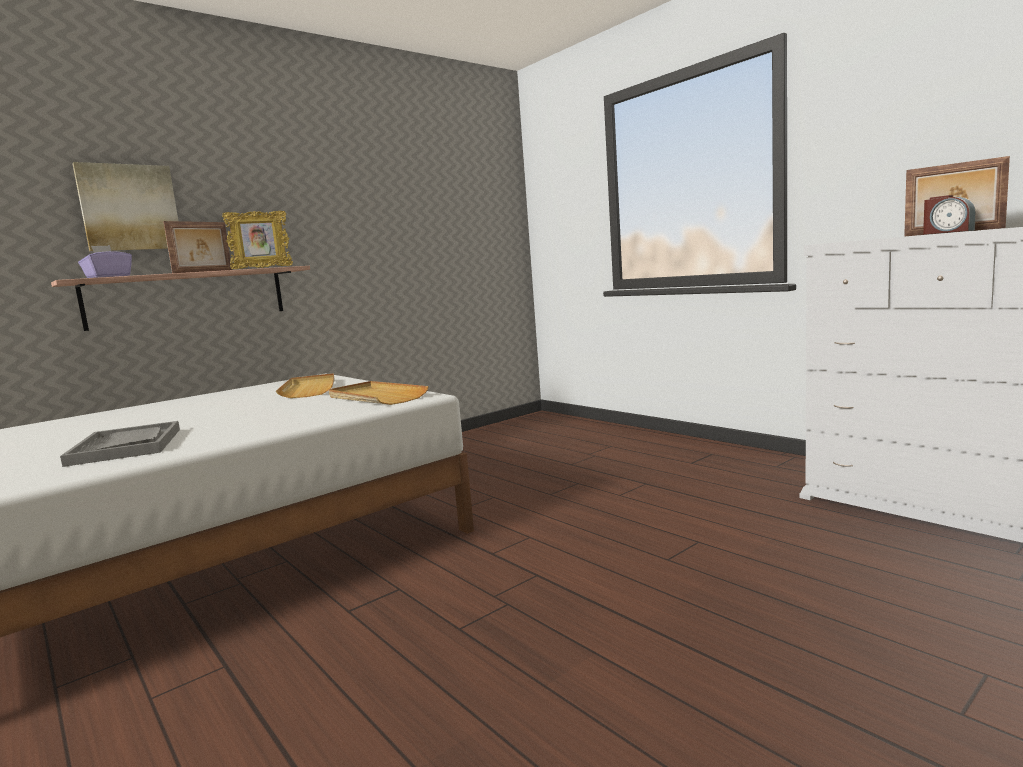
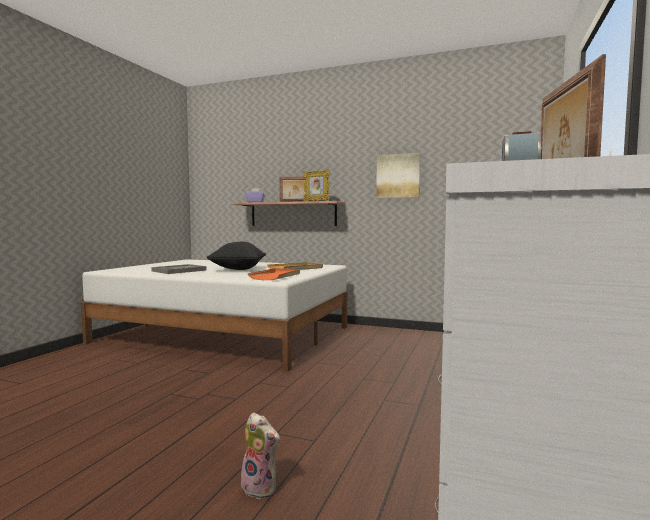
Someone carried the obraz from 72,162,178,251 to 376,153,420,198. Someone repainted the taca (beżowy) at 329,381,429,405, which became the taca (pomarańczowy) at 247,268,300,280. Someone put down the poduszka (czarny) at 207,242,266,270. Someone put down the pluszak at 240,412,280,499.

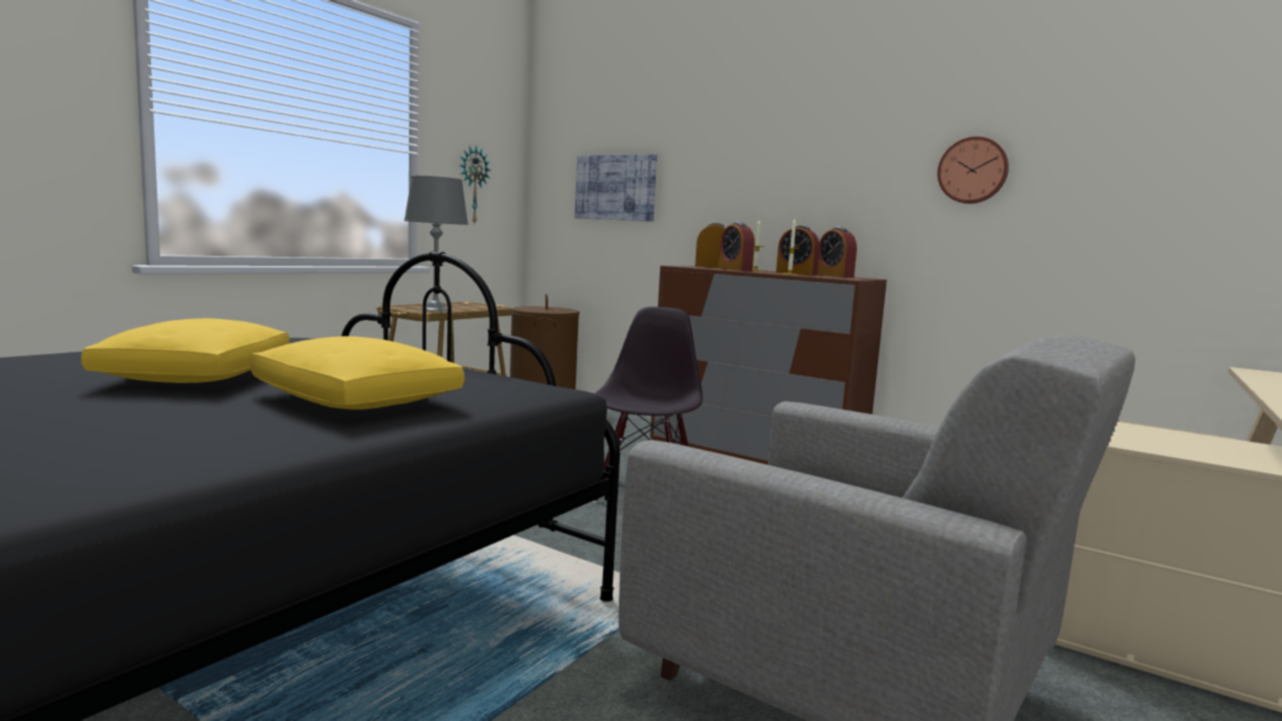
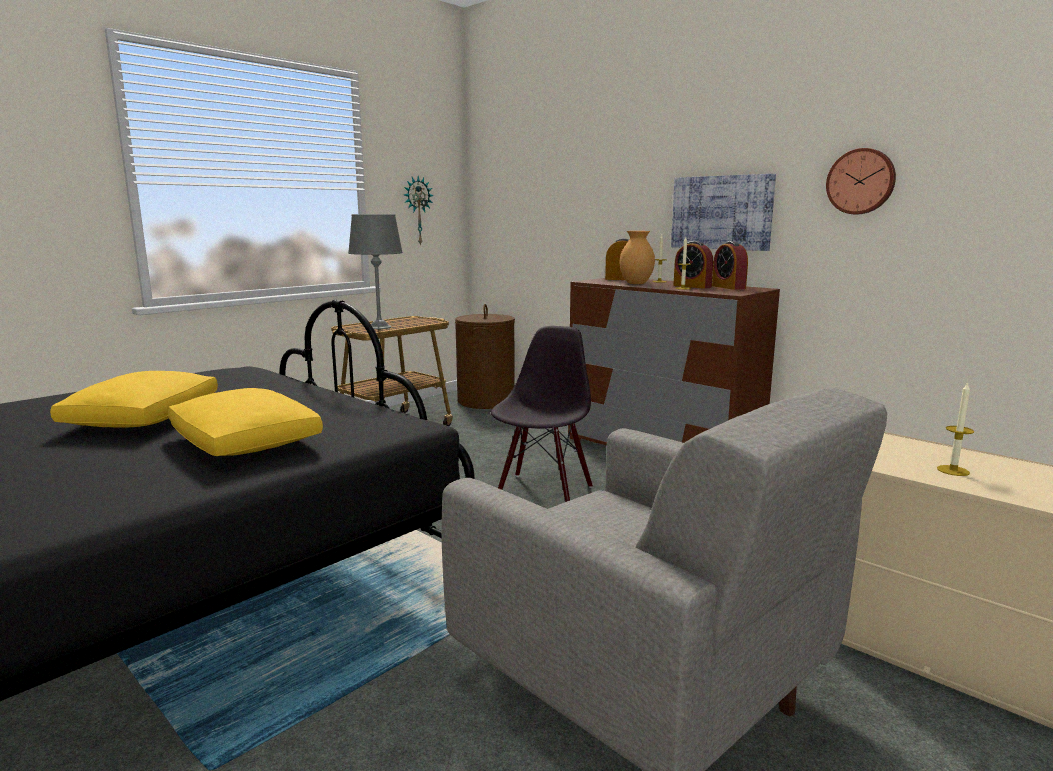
Someone carried the obraz from 575,154,657,222 to 671,174,776,251. Someone swapped the budzik at 718,222,755,271 for the wazon (brązowy) at 620,231,655,284. Someone put down the świeca at 937,382,974,476.

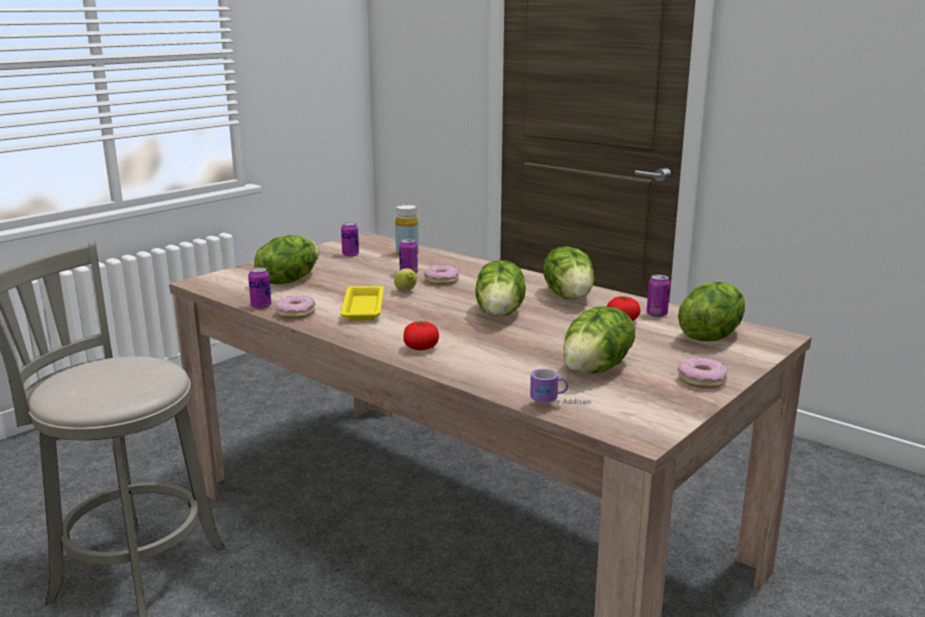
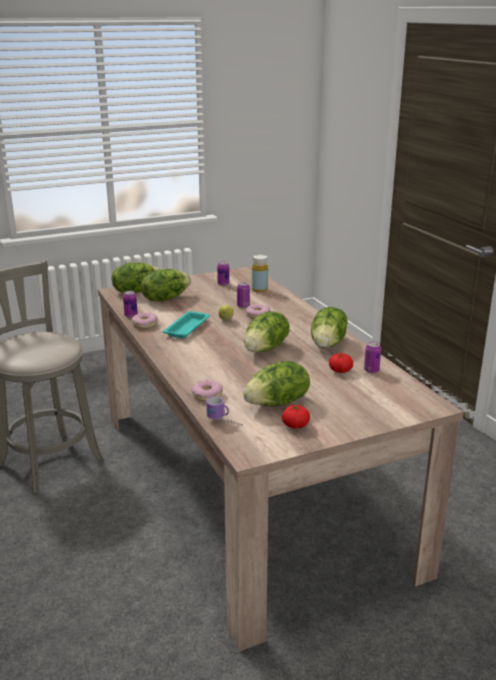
Someone carried the sałata from 678,282,745,341 to 112,262,160,293. Someone repainted the taca (żółty) at 340,286,384,321, which became the taca (turkusowy) at 163,311,210,338. Someone carried the pomidor from 403,321,439,350 to 282,405,310,429. Someone carried the donut from 678,357,728,388 to 192,379,223,402.

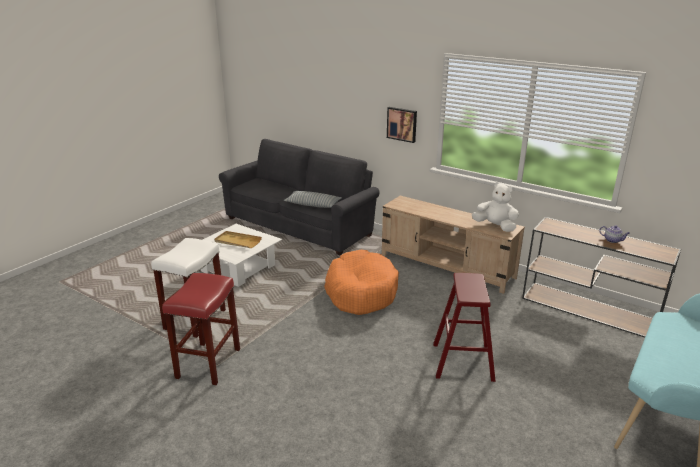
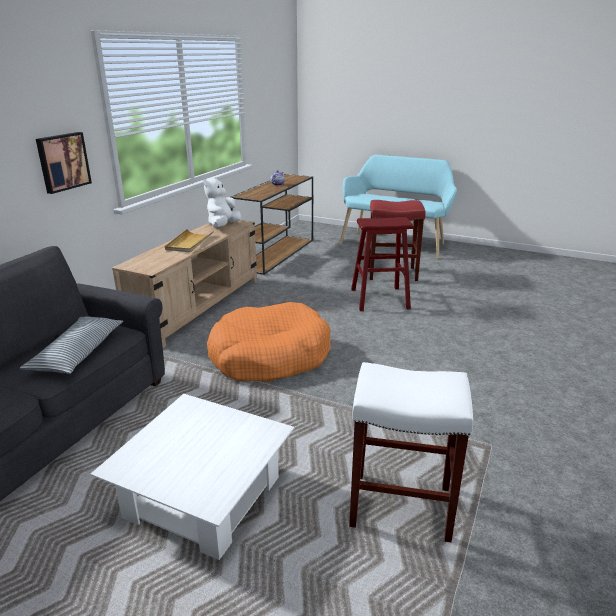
Someone carried the taca (beżowy) from 214,231,262,248 to 165,229,214,252. Someone carried the stołek (czerwony) from 162,273,240,385 to 368,200,426,281.

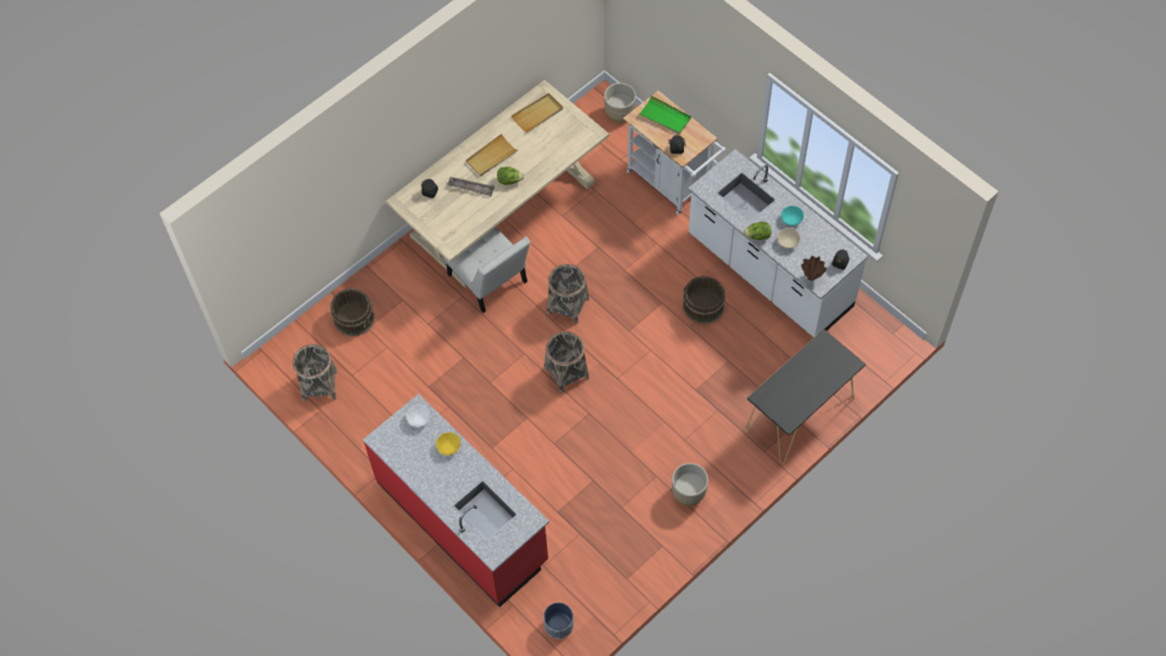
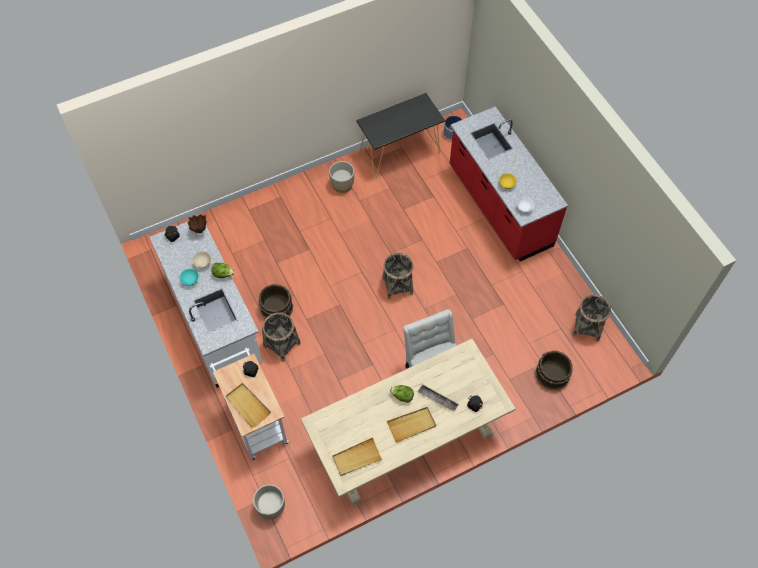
Someone repainted the taca (zielony) at 638,96,691,134, which became the taca (beżowy) at 226,383,271,428. Someone carried the koszyk from 547,264,589,324 to 262,312,301,362. Someone carried the stolik konsolowy (czarny) from 745,329,866,464 to 356,93,445,179.

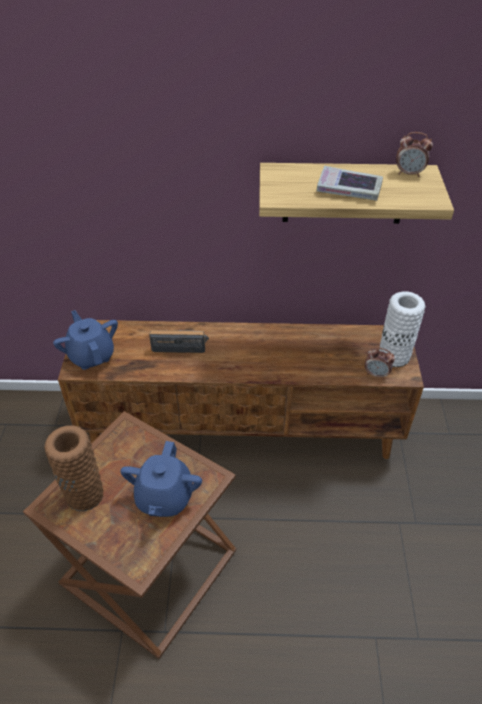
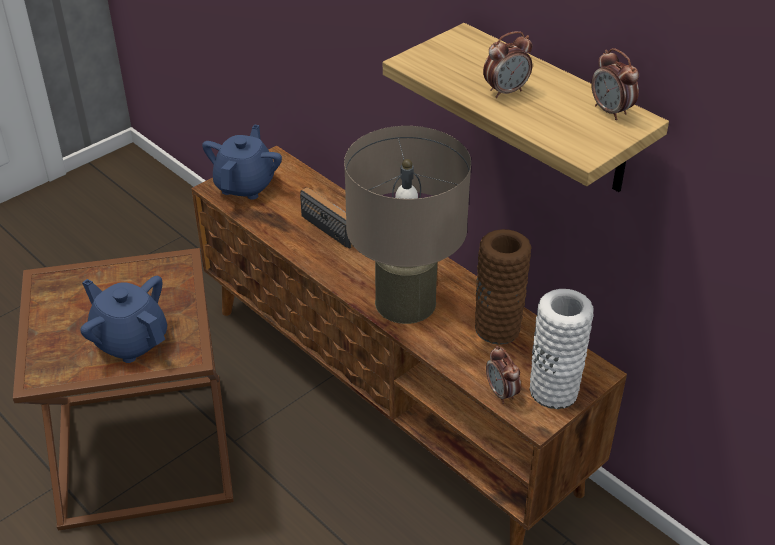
Someone swapped the książka at 317,166,383,201 for the budzik at 483,31,532,98. Someone carried the wazon (brązowy) from 44,425,104,511 to 475,229,532,345. Someone rotated the imbryk (niebieski) at 120,441,202,517 by 75 degrees clockwise. Someone put down the lampa stołowa (beżowy) at 344,126,471,324.

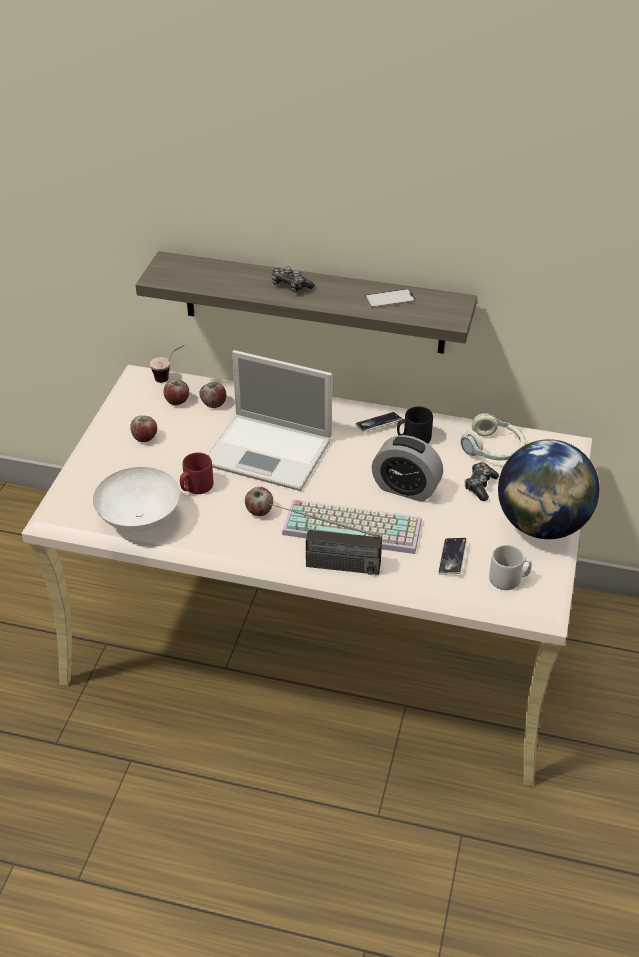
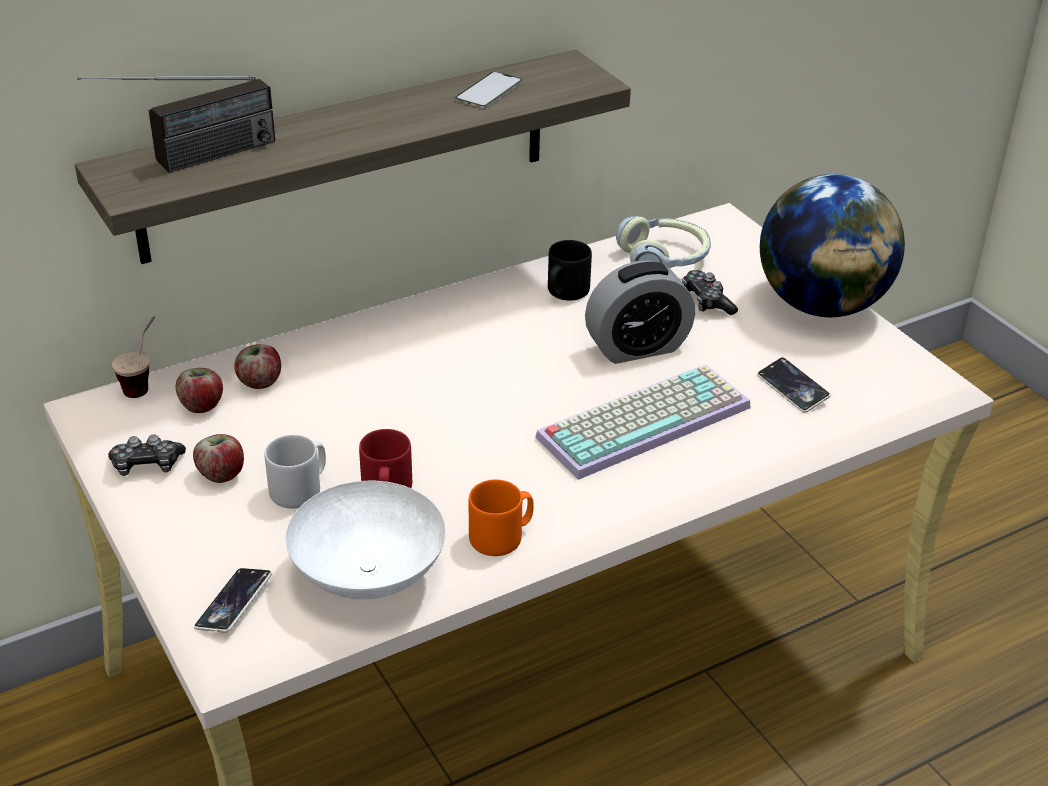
Someone carried the pad do gier from 272,266,315,293 to 108,434,186,476. Someone took away the laptop at 208,350,332,491. Someone carried the telefon from 355,412,403,432 to 194,568,272,633. Someone took away the jabłko at 245,487,273,516. Someone carried the radio from 267,503,382,575 to 77,75,275,173. Someone carried the kubek (szary) from 489,545,532,590 to 265,435,326,509. Someone put down the kubek (pomarańczowy) at 469,479,534,556.

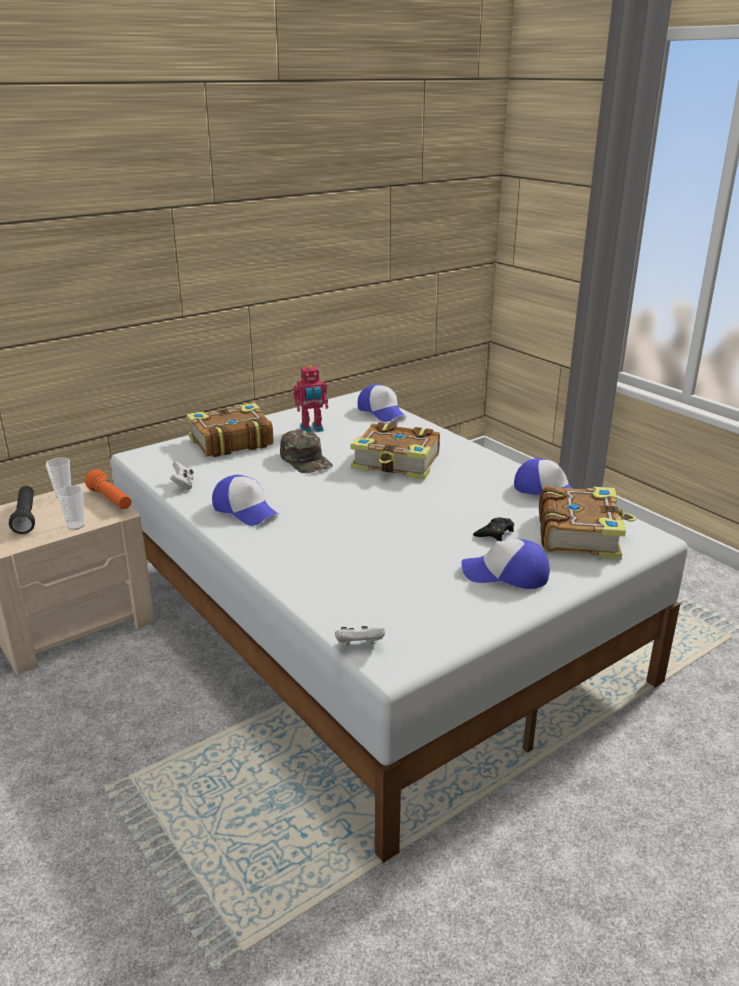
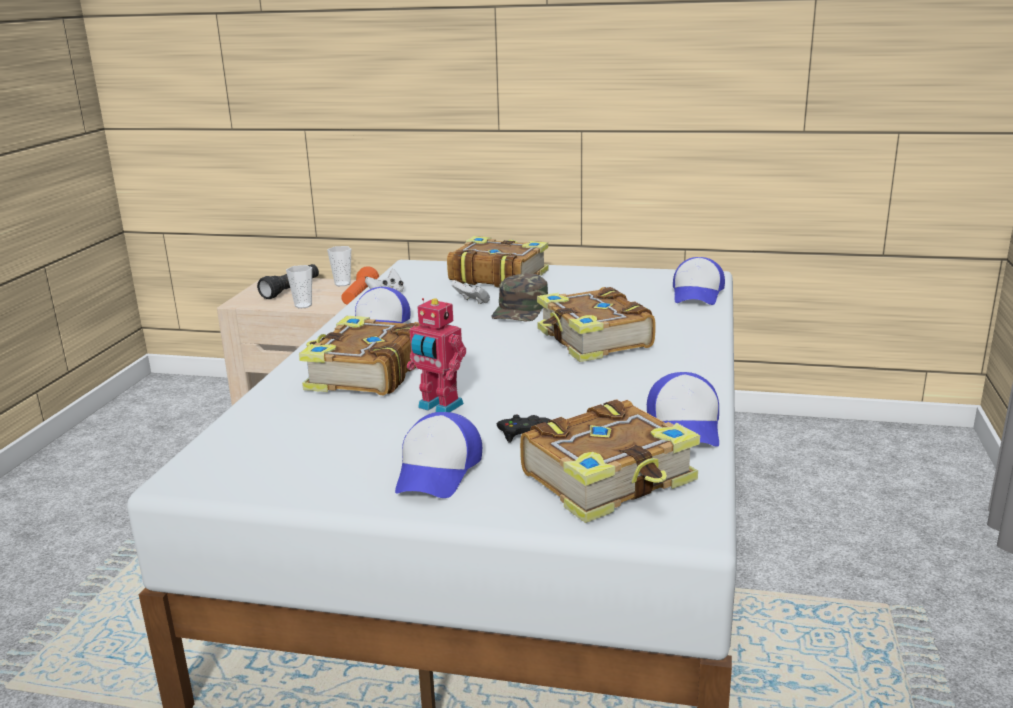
Someone carried the robot zabawkowy from 293,365,328,432 to 407,298,466,412. Someone rotated the czapka z daszkiem at 461,538,550,589 by 135 degrees counterclockwise. Someone carried the pad do gier (biały) from 335,626,385,646 to 451,280,490,304. Someone put down the książka at 299,316,420,395.

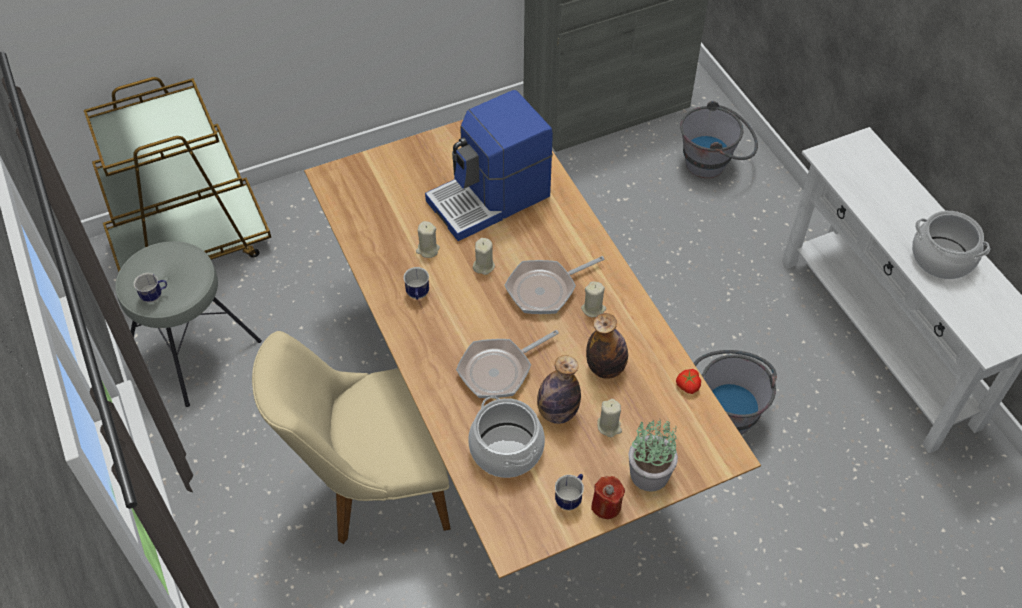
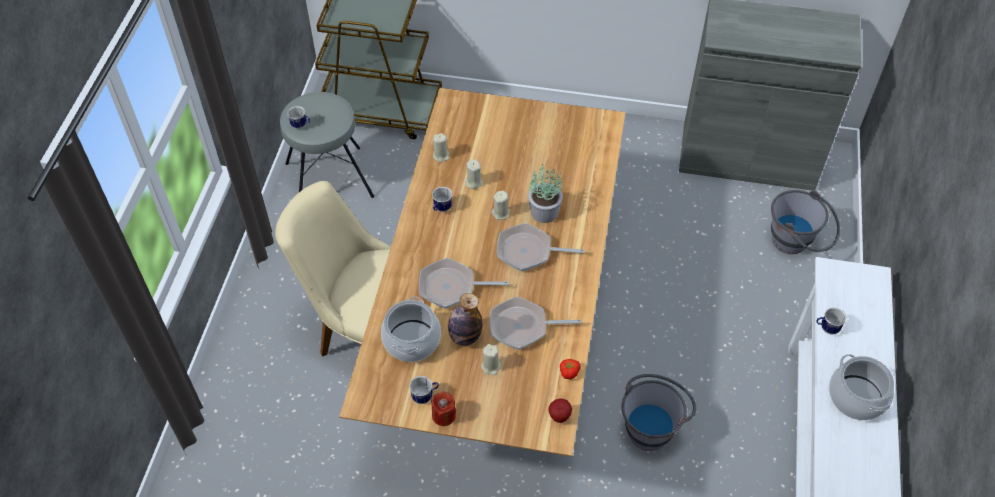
Someone took away the ekspres do kawy at 425,90,553,241. Someone carried the świeca (beżowy) from 581,281,606,317 to 433,133,449,162. Someone swapped the butelka at 586,313,628,379 for the patelnia at 490,297,582,350. Someone carried the roślina doniczkowa from 629,419,678,491 to 528,164,563,223. Someone put down the kubek at 816,308,847,334. Someone put down the jabłko at 548,398,572,423.

